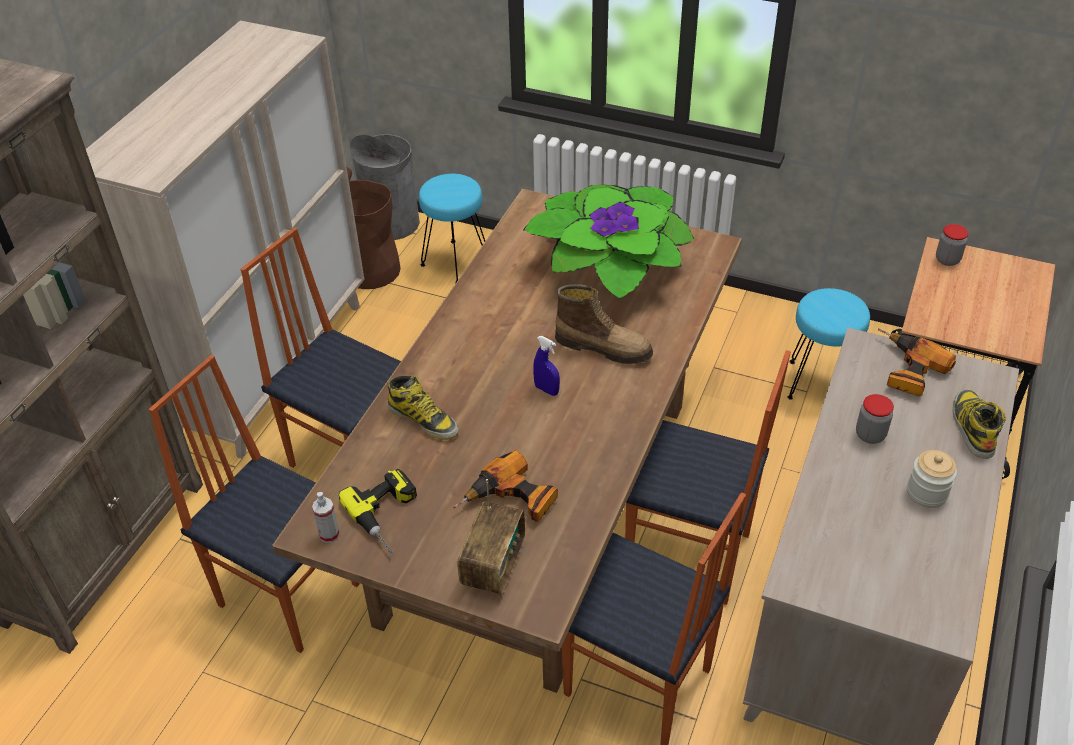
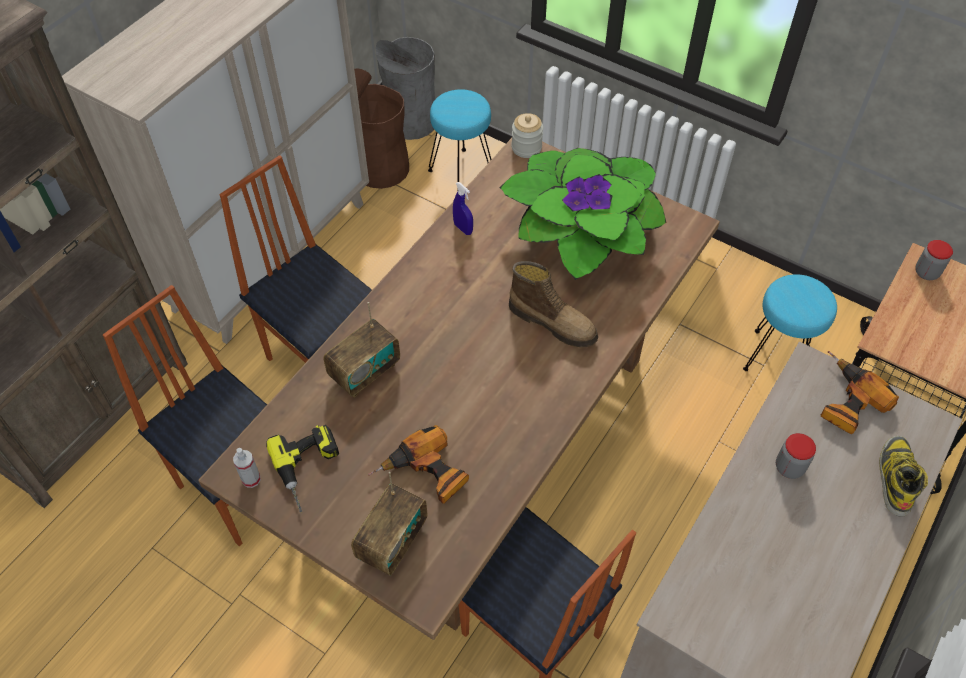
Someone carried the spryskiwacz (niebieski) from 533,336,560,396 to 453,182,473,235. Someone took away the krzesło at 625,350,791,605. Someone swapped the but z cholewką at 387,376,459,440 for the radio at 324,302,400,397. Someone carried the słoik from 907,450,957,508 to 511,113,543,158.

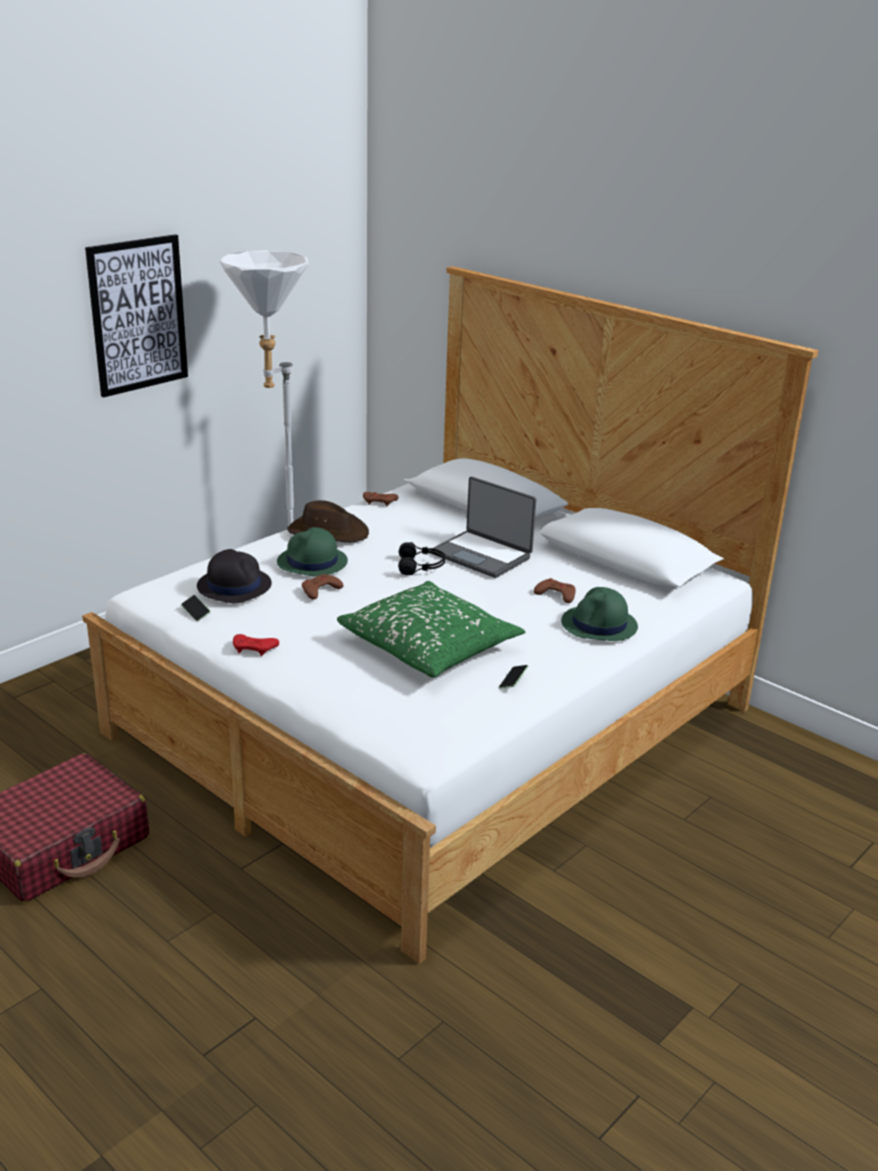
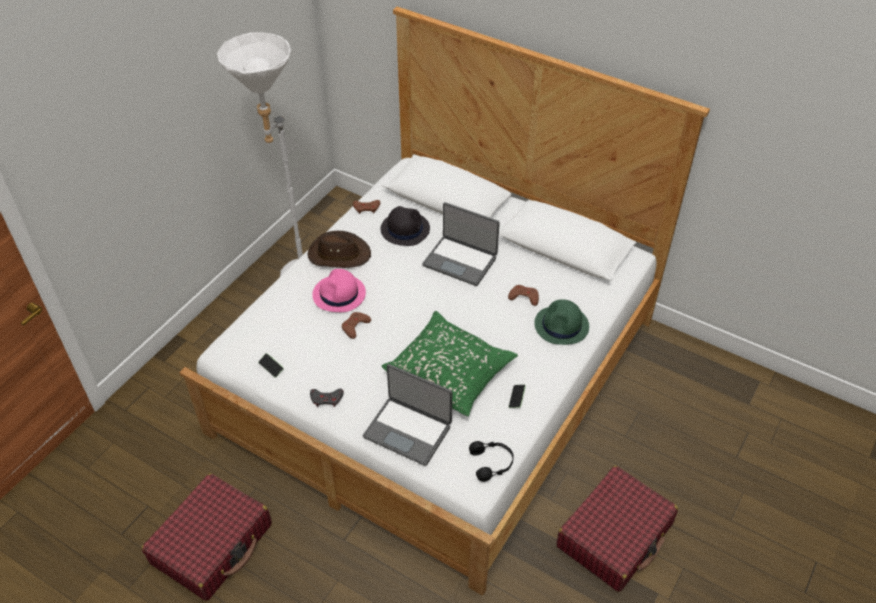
Someone took away the obraz at 85,234,188,398. Someone repainted the kapelusz (zielony) at 277,527,348,576, which became the kapelusz (różowy) at 312,269,366,312. Someone carried the słuchawki (czarny) from 398,542,445,575 to 469,441,514,482. Someone carried the kapelusz (czarny) from 197,549,272,603 to 381,206,430,246. Someone repainted the pad do gier (czerwony) at 233,634,279,656, which became the pad do gier (szary) at 310,389,344,407. Someone put down the laptop at 363,364,452,466. Someone put down the walizka (czerwony) at 556,465,678,592.

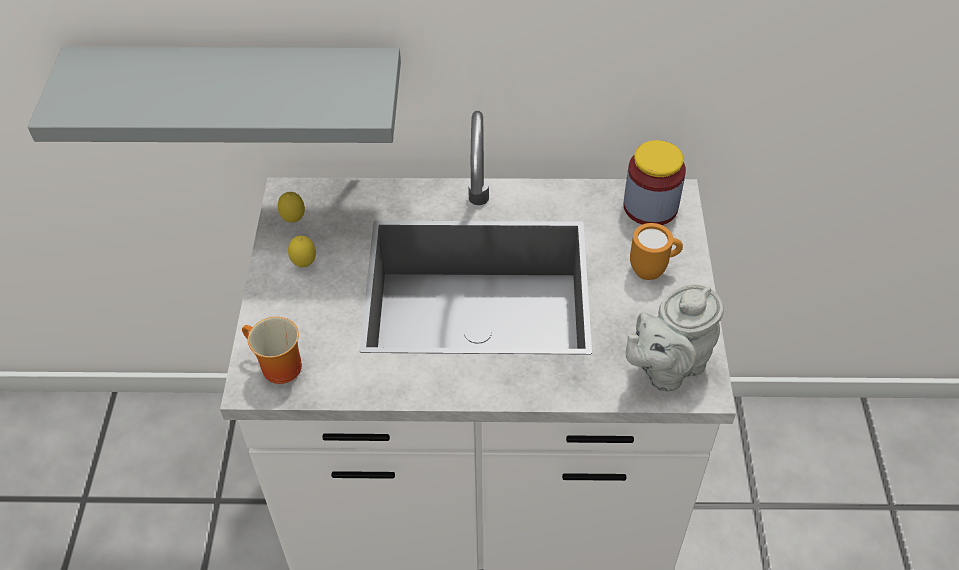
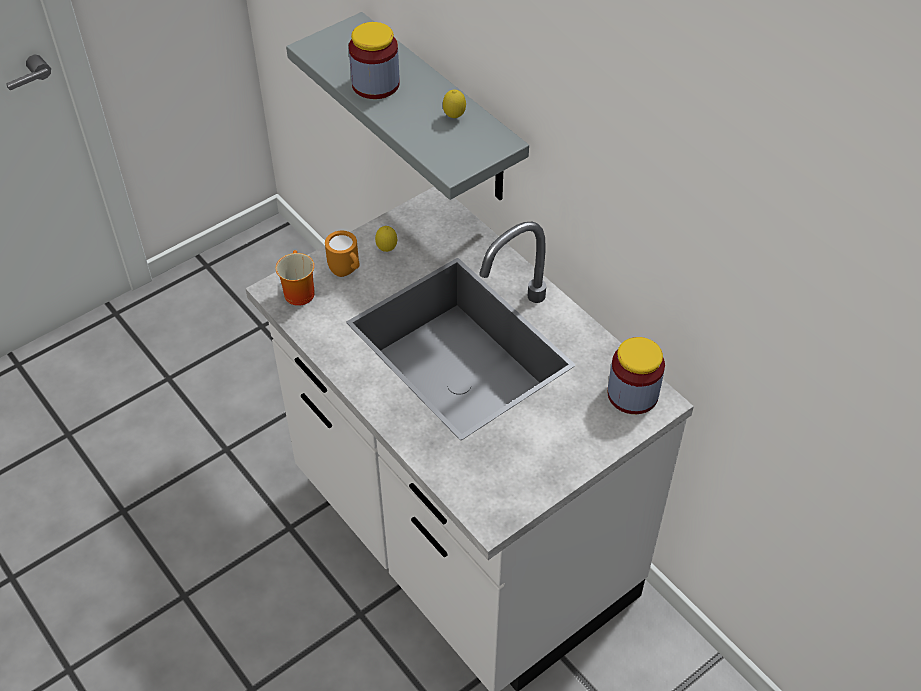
Someone carried the cytryna from 278,192,305,223 to 443,90,466,118. Someone carried the kubek (pomarańczowy) from 630,223,683,280 to 325,231,360,277. Someone took away the imbryk (szary) at 626,285,724,391. Someone put down the słoik at 349,22,400,99.

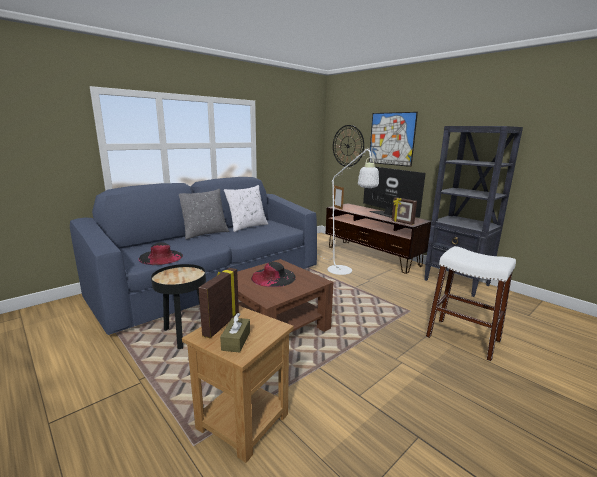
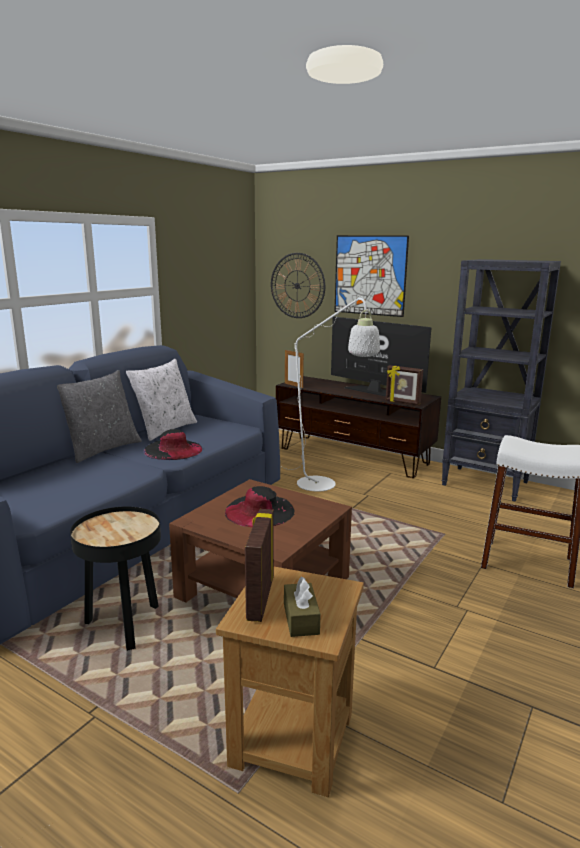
Someone carried the kapelusz (czarny) from 138,243,183,265 to 144,429,202,460.

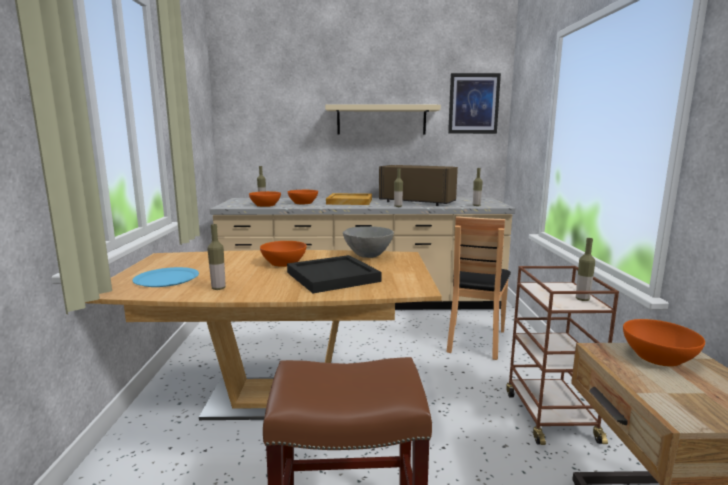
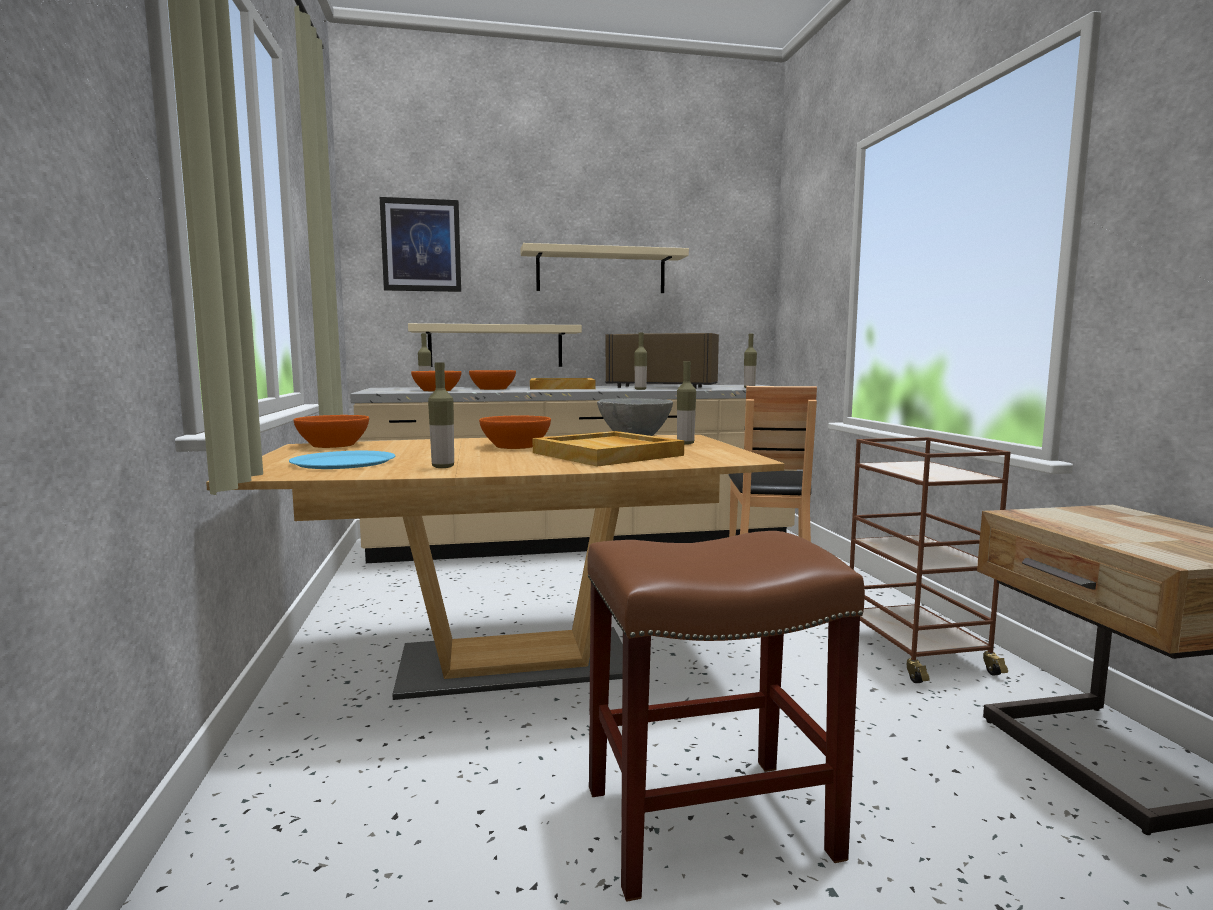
Someone carried the obraz from 448,73,501,134 to 380,197,461,292. Someone carried the butelka from 576,238,595,301 to 677,361,696,445. Someone repainted the taca (czarny) at 287,255,381,293, which became the taca (beżowy) at 533,431,684,467. Someone carried the miska (pomarańczowy) from 623,319,705,367 to 294,415,369,448. Someone put up the półka (beżowy) at 408,323,582,367.

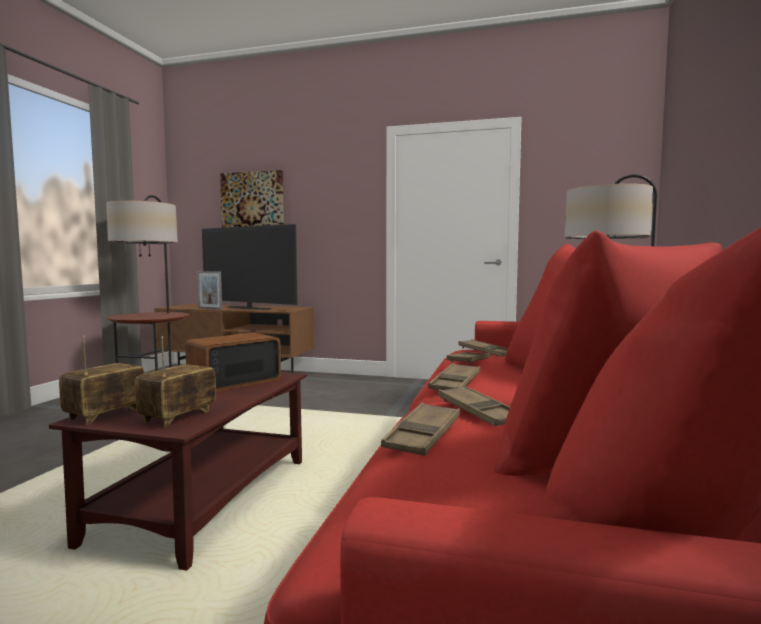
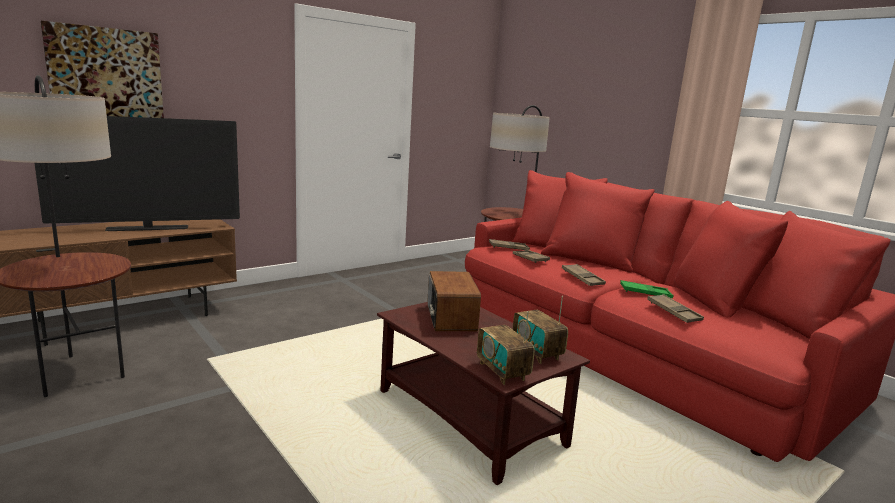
Someone took away the ramka na zdjęcie at 197,271,222,309. Someone repainted the taca (brązowy) at 438,386,510,426, which became the taca (zielony) at 620,280,674,298.

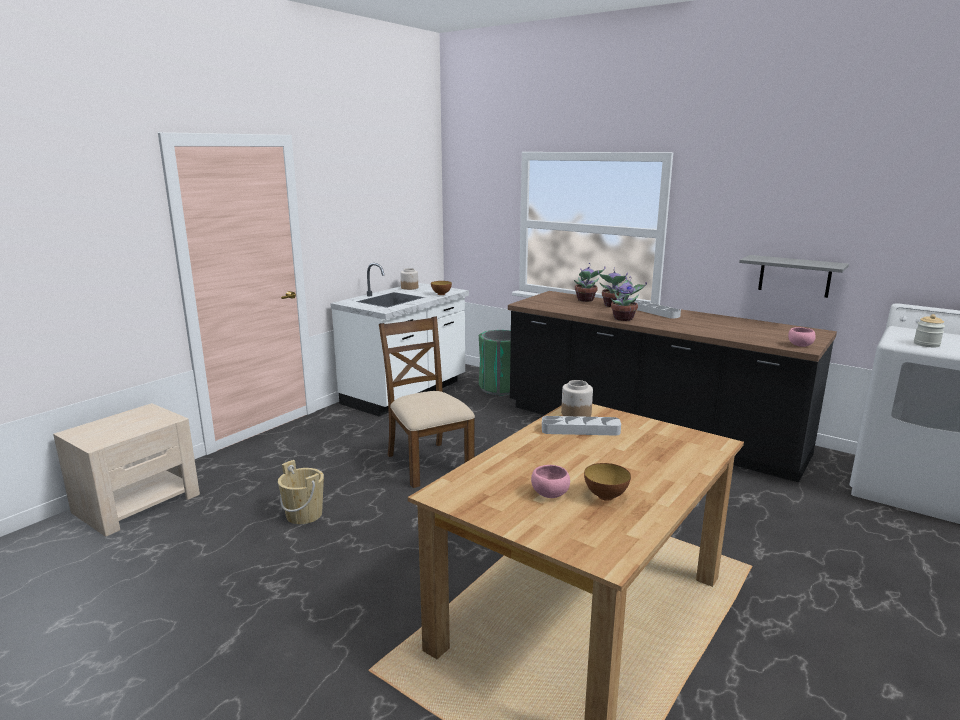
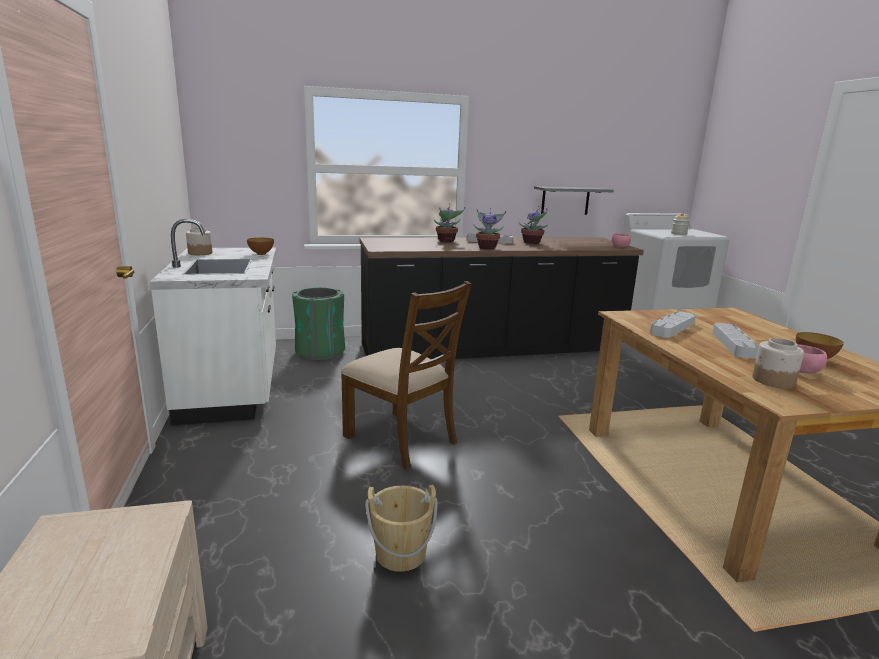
Someone carried the roślina doniczkowa from 574,263,606,302 to 519,206,548,244. Someone rotated the krzesło (brązowy) at 379,316,475,488 by 150 degrees counterclockwise. Someone carried the słoik from 561,380,593,417 to 752,338,804,388. Someone put down the taca (szary) at 712,323,759,359.

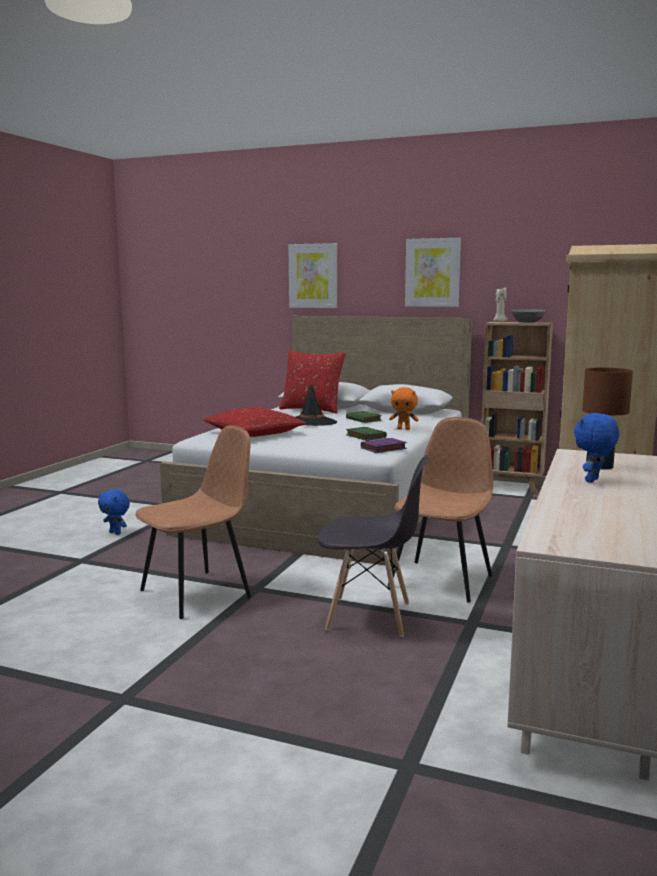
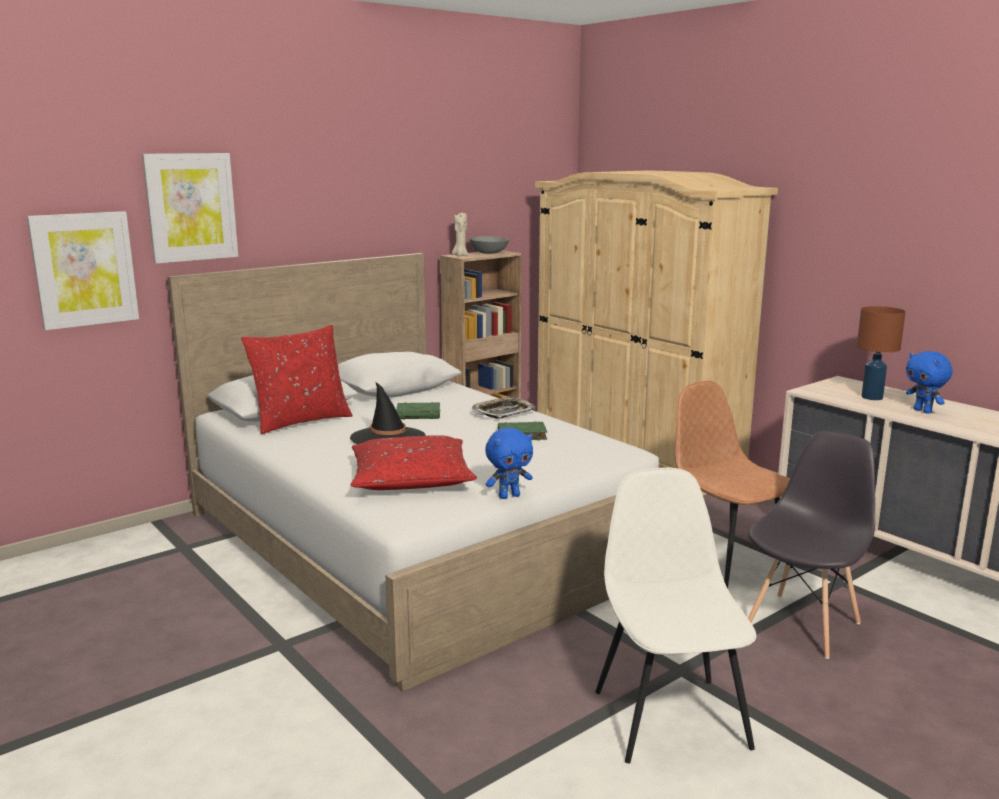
Someone carried the obraz from 405,238,461,307 to 27,211,139,330. Someone swapped the pluszak (pomarańczowy) at 389,387,419,430 for the taca at 472,396,536,419. Someone repainted the krzesło (brązowy) at 135,425,251,619, which became the krzesło (biały) at 595,468,757,764. Someone took away the książka (fioletowy) at 361,438,407,453. Someone carried the pluszak (niebieski) from 98,489,130,535 to 485,428,533,499.

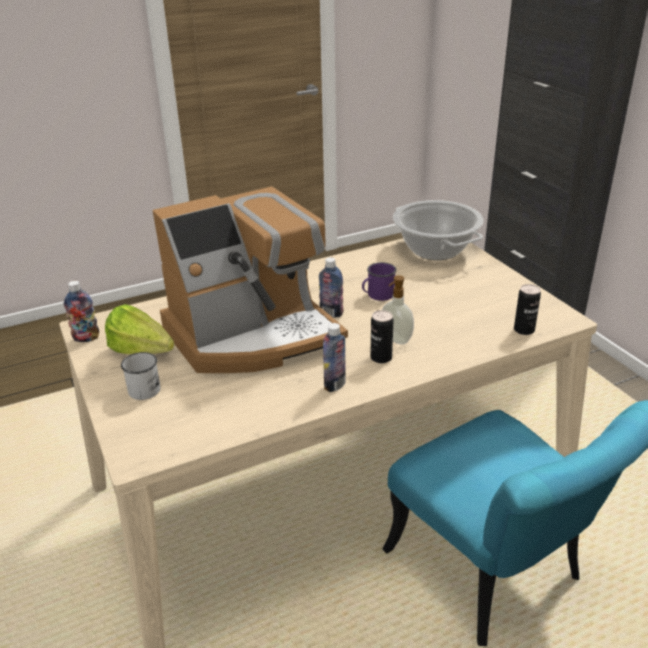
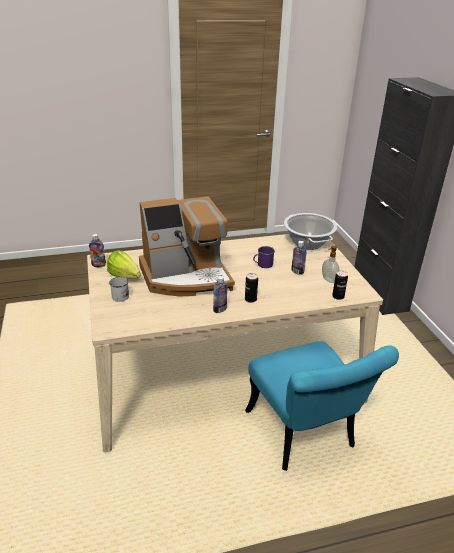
Someone carried the butelka from 319,257,343,317 to 291,241,307,275. Someone carried the dozownik mydła from 382,275,414,344 to 322,245,339,283.

